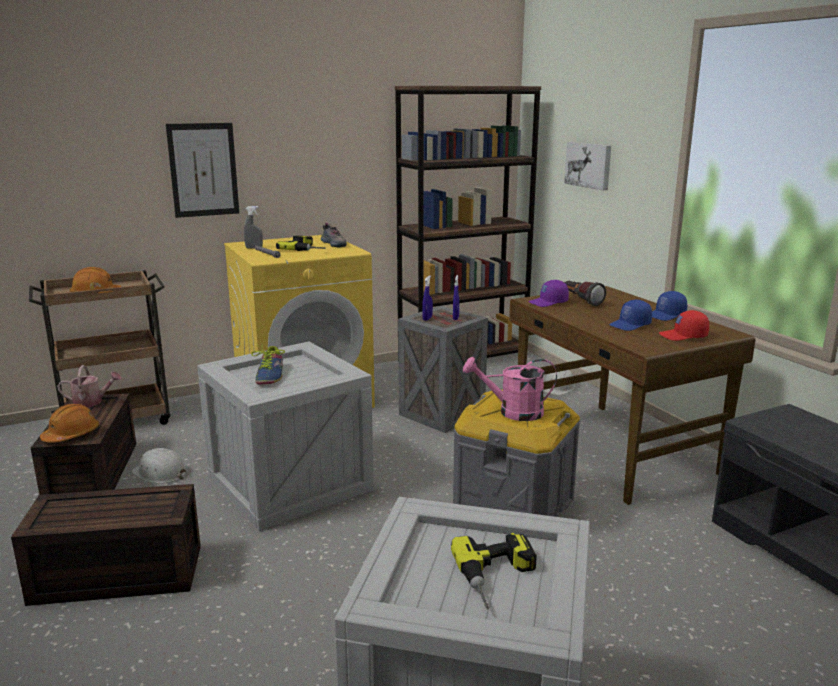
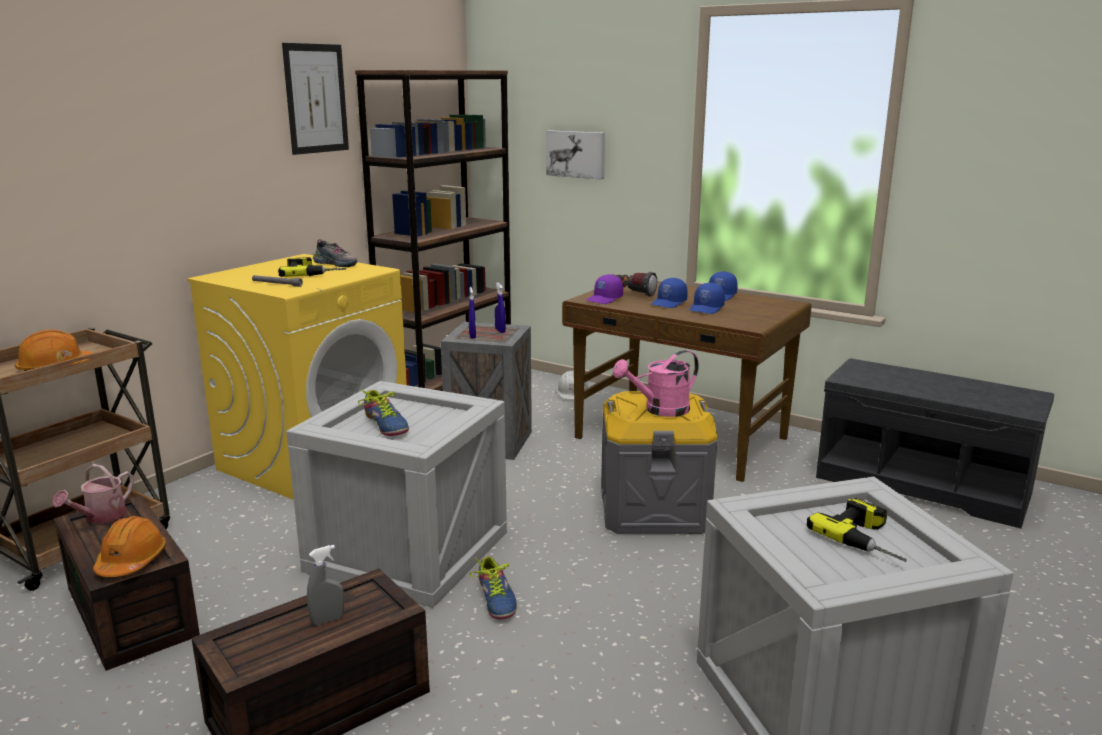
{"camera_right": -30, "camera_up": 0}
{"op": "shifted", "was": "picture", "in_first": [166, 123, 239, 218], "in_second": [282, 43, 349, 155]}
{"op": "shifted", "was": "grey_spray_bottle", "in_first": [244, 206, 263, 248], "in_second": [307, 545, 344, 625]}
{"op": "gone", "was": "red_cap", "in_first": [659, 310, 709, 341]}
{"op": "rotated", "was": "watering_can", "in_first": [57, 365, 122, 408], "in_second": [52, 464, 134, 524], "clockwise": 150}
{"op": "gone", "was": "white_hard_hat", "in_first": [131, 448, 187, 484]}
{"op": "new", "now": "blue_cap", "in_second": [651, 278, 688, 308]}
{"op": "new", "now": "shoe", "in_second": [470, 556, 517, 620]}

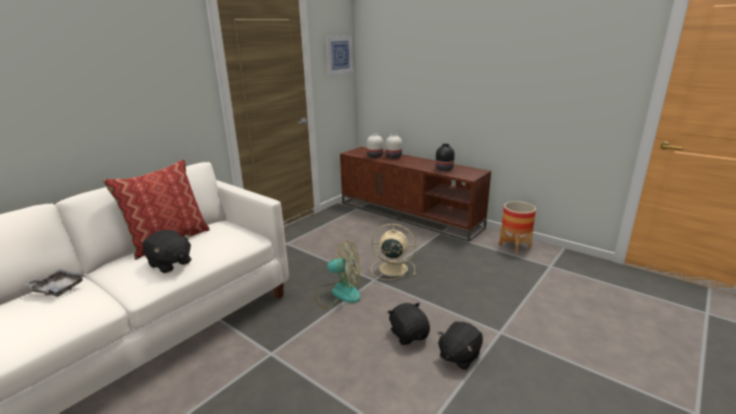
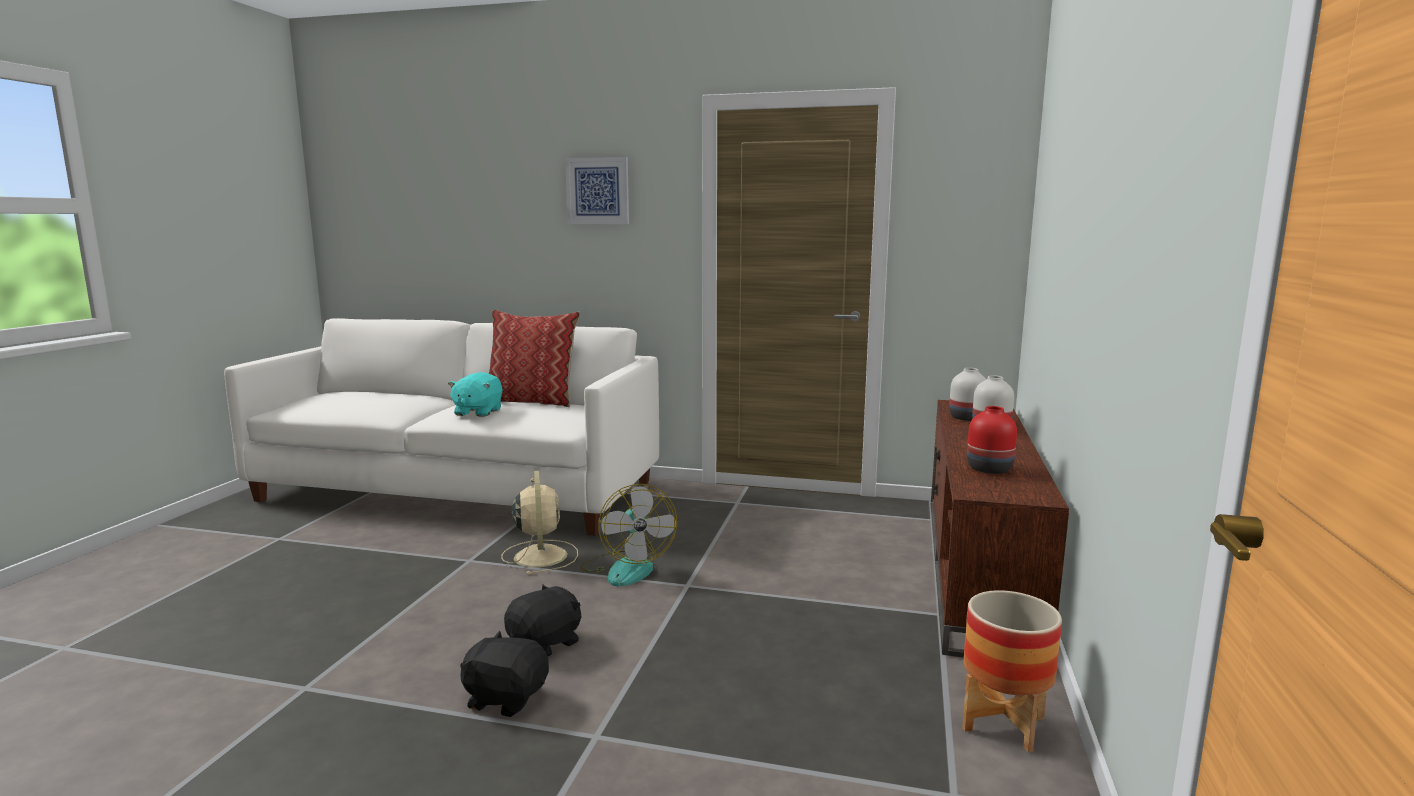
{"camera_right": 65, "camera_up": -10}
{"op": "shifted", "was": "picture", "in_first": [326, 35, 353, 75], "in_second": [565, 157, 629, 224]}
{"op": "repainted", "was": "black_vase", "now": "red_vase", "in_first": [436, 144, 455, 171], "in_second": [967, 406, 1017, 474]}
{"op": "shifted", "was": "beige_fan", "in_first": [371, 224, 416, 280], "in_second": [501, 471, 578, 575]}
{"op": "repainted", "was": "black_plush_toy", "now": "turquoise_plush_toy", "in_first": [143, 230, 192, 273], "in_second": [448, 372, 503, 417]}
{"op": "gone", "was": "grey_tray", "in_first": [25, 270, 86, 297]}

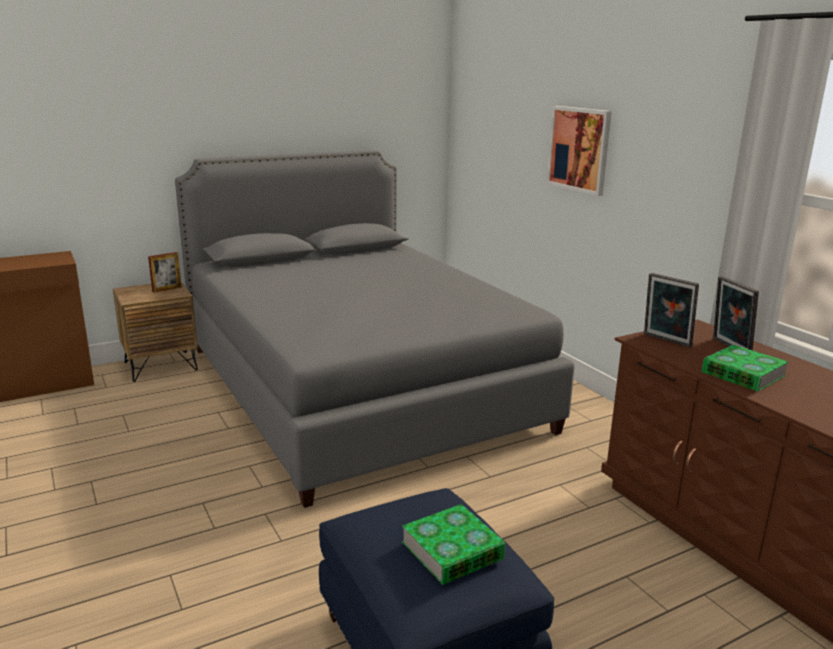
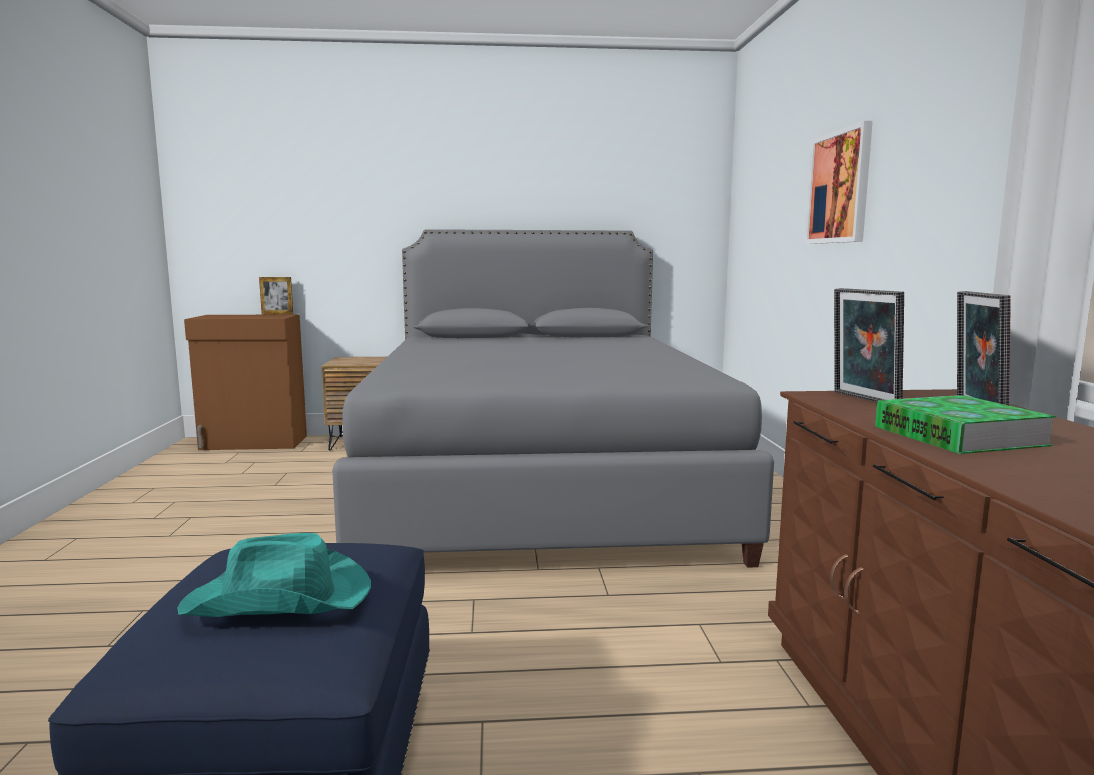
{"camera_right": 25, "camera_up": -10}
{"op": "shifted", "was": "picture_frame", "in_first": [148, 252, 182, 293], "in_second": [259, 277, 293, 315]}
{"op": "swapped", "was": "book", "now": "turquoise_hat", "in_first": [402, 504, 506, 585], "in_second": [178, 533, 371, 617]}

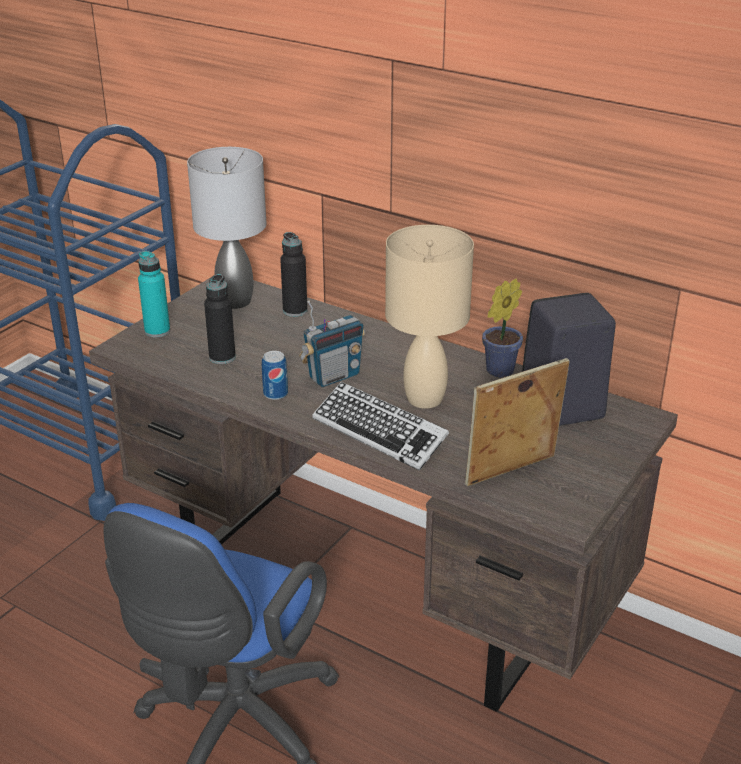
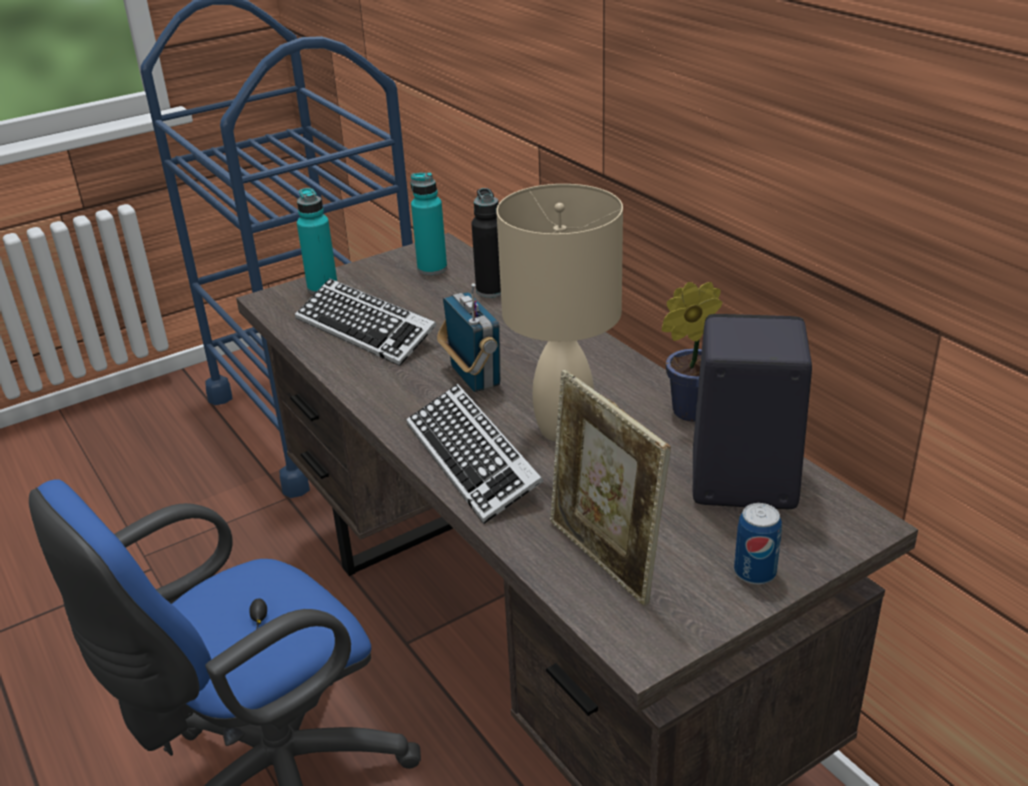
{"camera_right": 25, "camera_up": 0}
{"op": "swapped", "was": "grey_table_lamp", "now": "turquoise_bottle", "in_first": [187, 147, 266, 309], "in_second": [411, 172, 447, 275]}
{"op": "swapped", "was": "black_bottle", "now": "keyboard", "in_first": [204, 274, 236, 364], "in_second": [295, 279, 437, 366]}
{"op": "rotated", "was": "radio", "in_first": [299, 301, 365, 387], "in_second": [437, 283, 501, 392], "clockwise": -105}
{"op": "shifted", "was": "can", "in_first": [262, 351, 288, 400], "in_second": [734, 503, 782, 585]}
{"op": "rotated", "was": "picture_frame", "in_first": [465, 358, 569, 486], "in_second": [550, 370, 671, 606], "clockwise": -120}

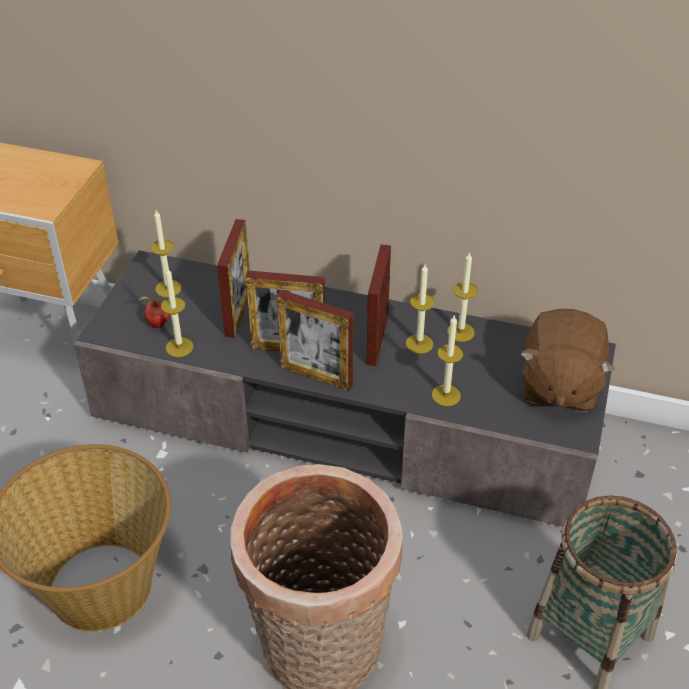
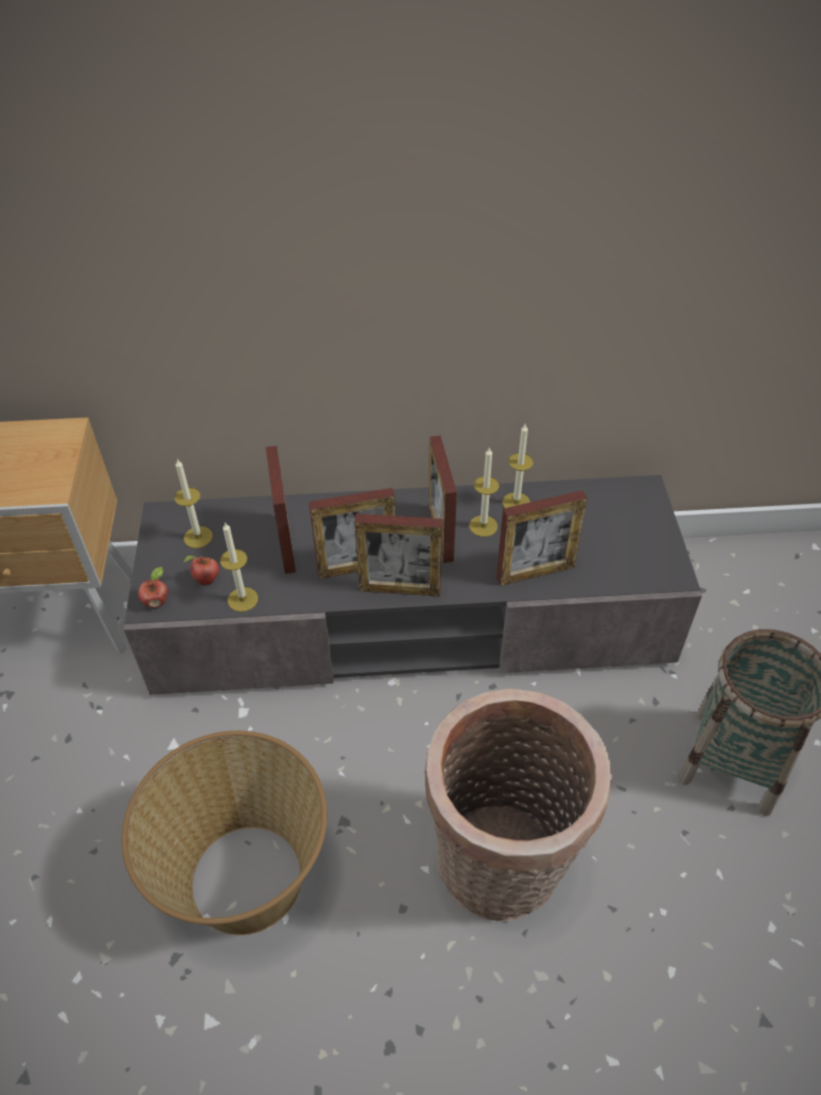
{"camera_right": -20, "camera_up": 5}
{"op": "gone", "was": "brown_plush_toy", "in_first": [520, 309, 615, 412]}
{"op": "swapped", "was": "candle", "now": "picture_frame", "in_first": [432, 316, 463, 406], "in_second": [496, 490, 588, 586]}
{"op": "new", "now": "apple", "in_second": [138, 567, 168, 608]}

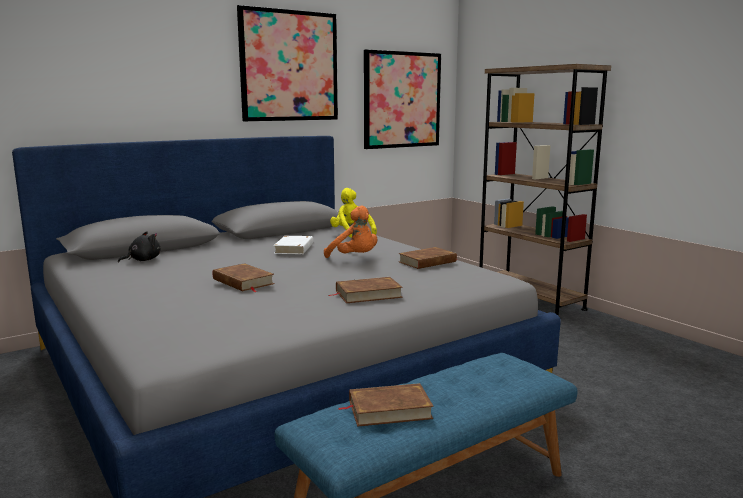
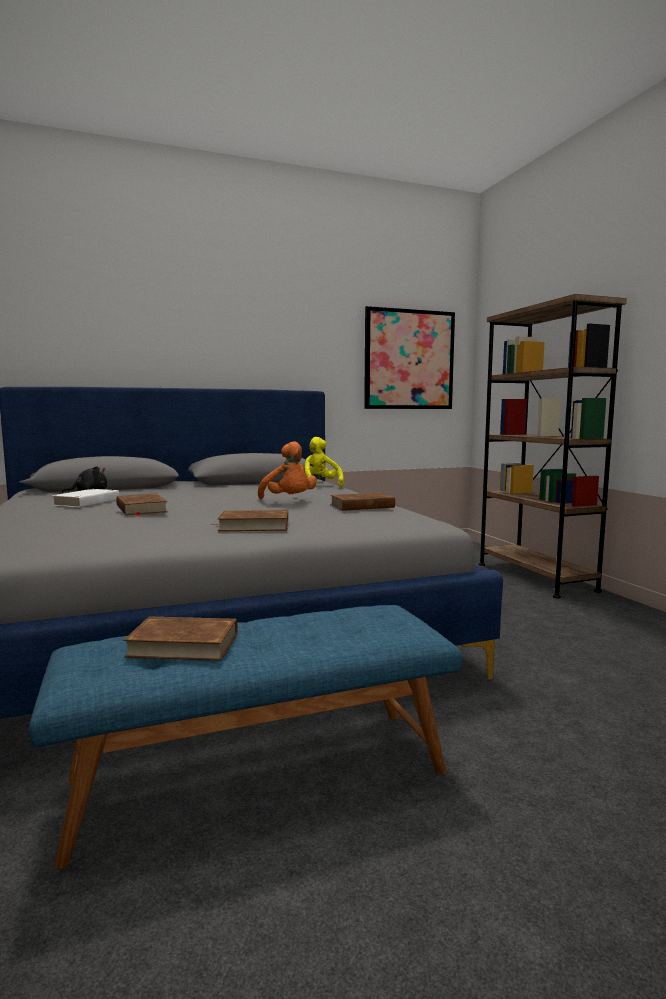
{"camera_right": 15, "camera_up": -5}
{"op": "gone", "was": "picture", "in_first": [237, 5, 338, 121]}
{"op": "shifted", "was": "white_book", "in_first": [273, 236, 313, 254], "in_second": [52, 489, 120, 508]}

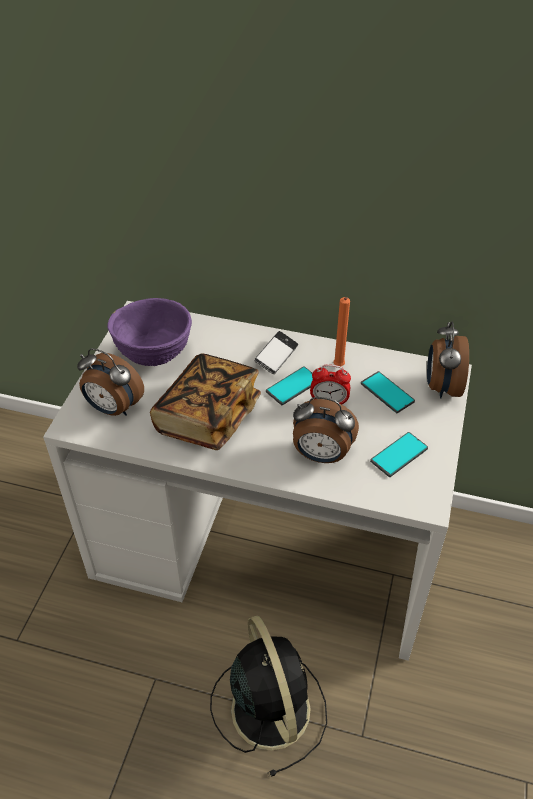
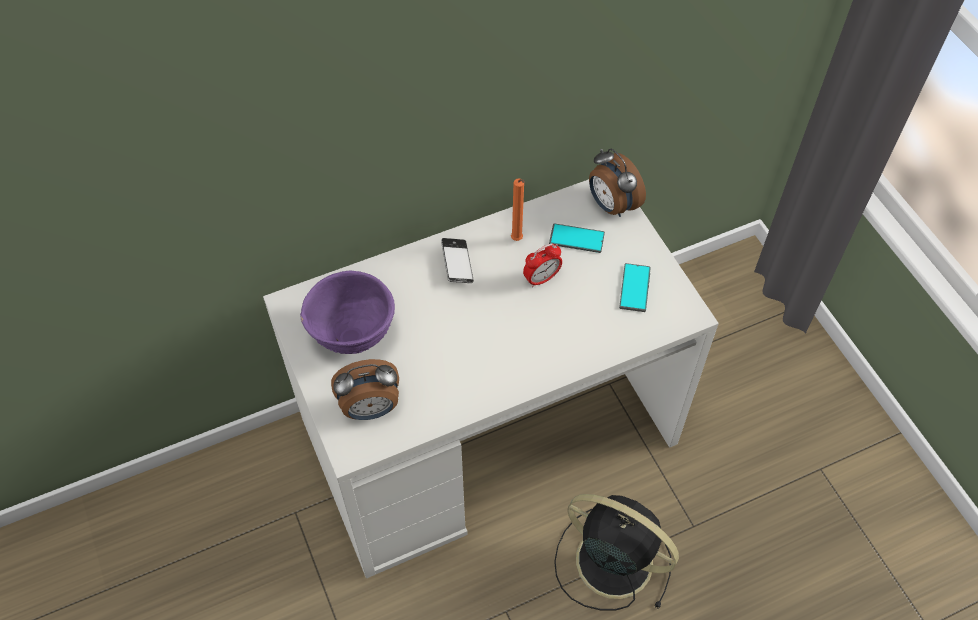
{"camera_right": -40, "camera_up": 10}
{"op": "gone", "was": "book", "in_first": [150, 353, 261, 450]}
{"op": "gone", "was": "phone", "in_first": [266, 366, 313, 405]}
{"op": "gone", "was": "alarm_clock", "in_first": [293, 397, 359, 463]}

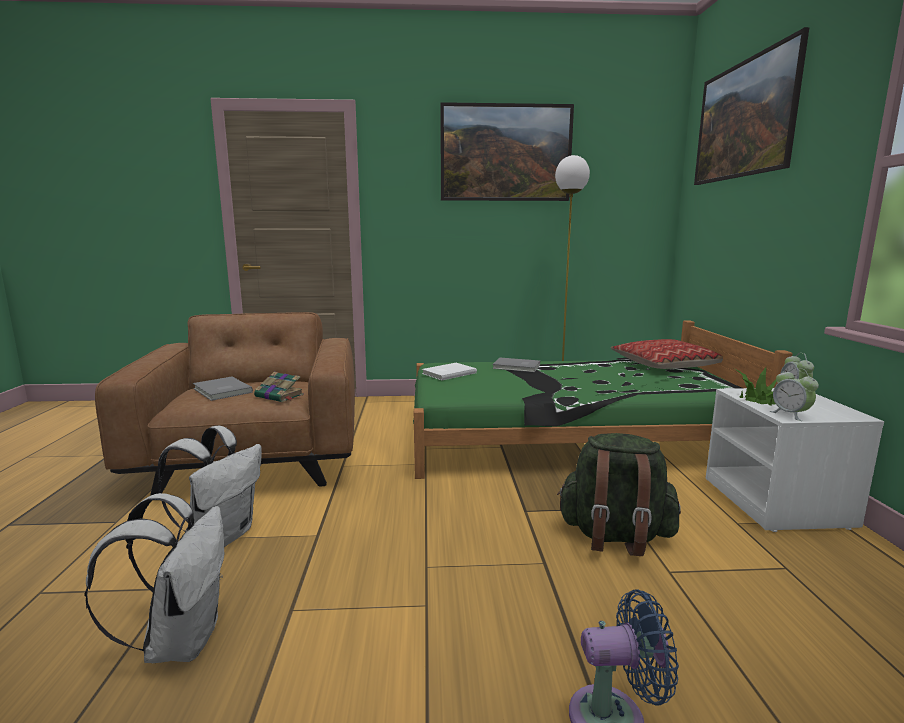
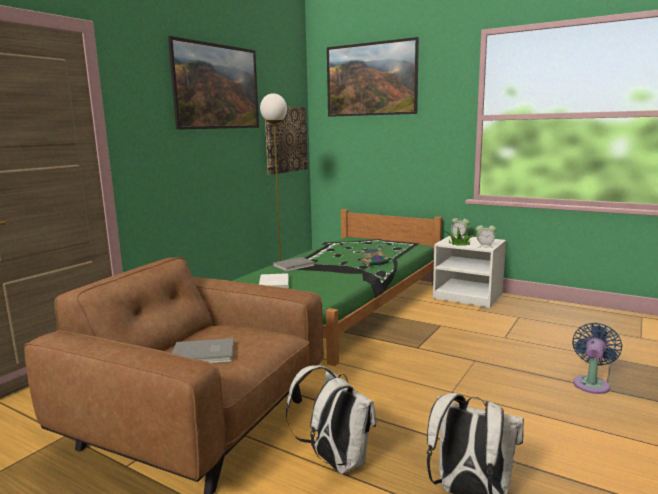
{"camera_right": -55, "camera_up": 0}
{"op": "gone", "was": "pillow", "in_first": [611, 339, 723, 369]}
{"op": "shifted", "was": "book", "in_first": [254, 372, 304, 402], "in_second": [360, 248, 389, 266]}
{"op": "gone", "was": "green_backpack", "in_first": [557, 433, 681, 556]}
{"op": "new", "now": "picture", "in_second": [265, 107, 308, 175]}

